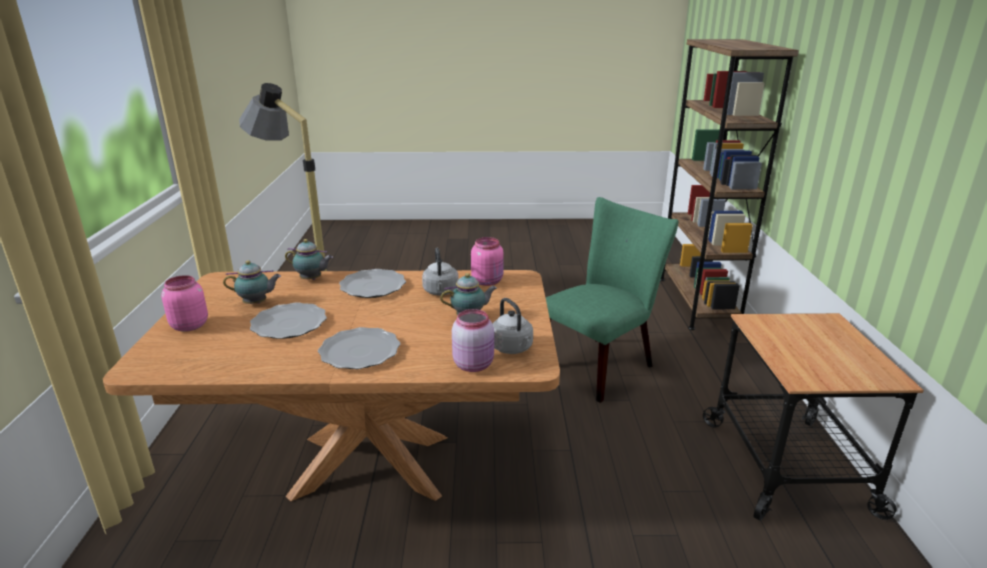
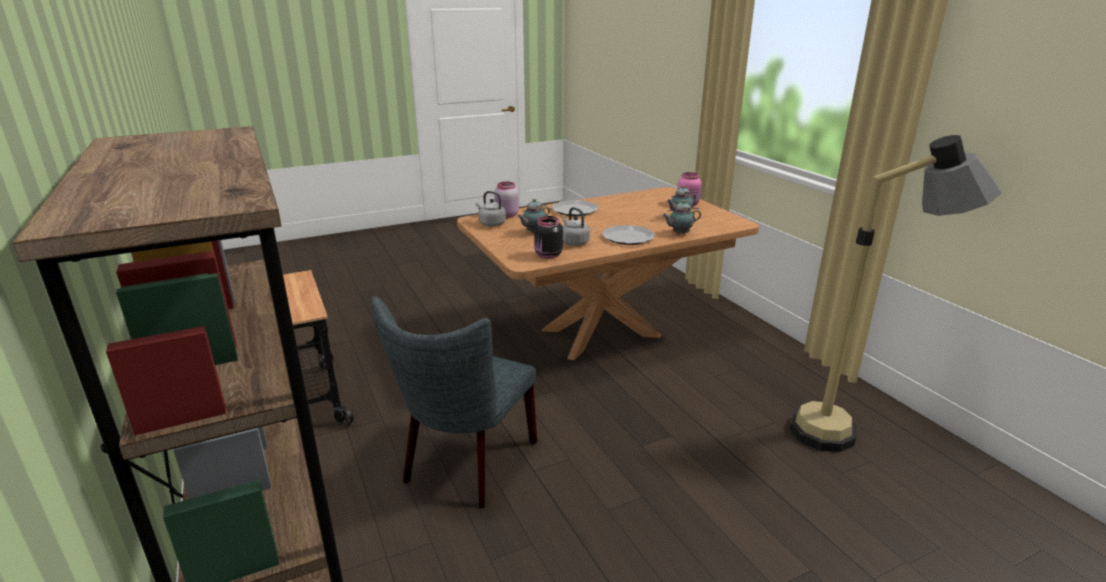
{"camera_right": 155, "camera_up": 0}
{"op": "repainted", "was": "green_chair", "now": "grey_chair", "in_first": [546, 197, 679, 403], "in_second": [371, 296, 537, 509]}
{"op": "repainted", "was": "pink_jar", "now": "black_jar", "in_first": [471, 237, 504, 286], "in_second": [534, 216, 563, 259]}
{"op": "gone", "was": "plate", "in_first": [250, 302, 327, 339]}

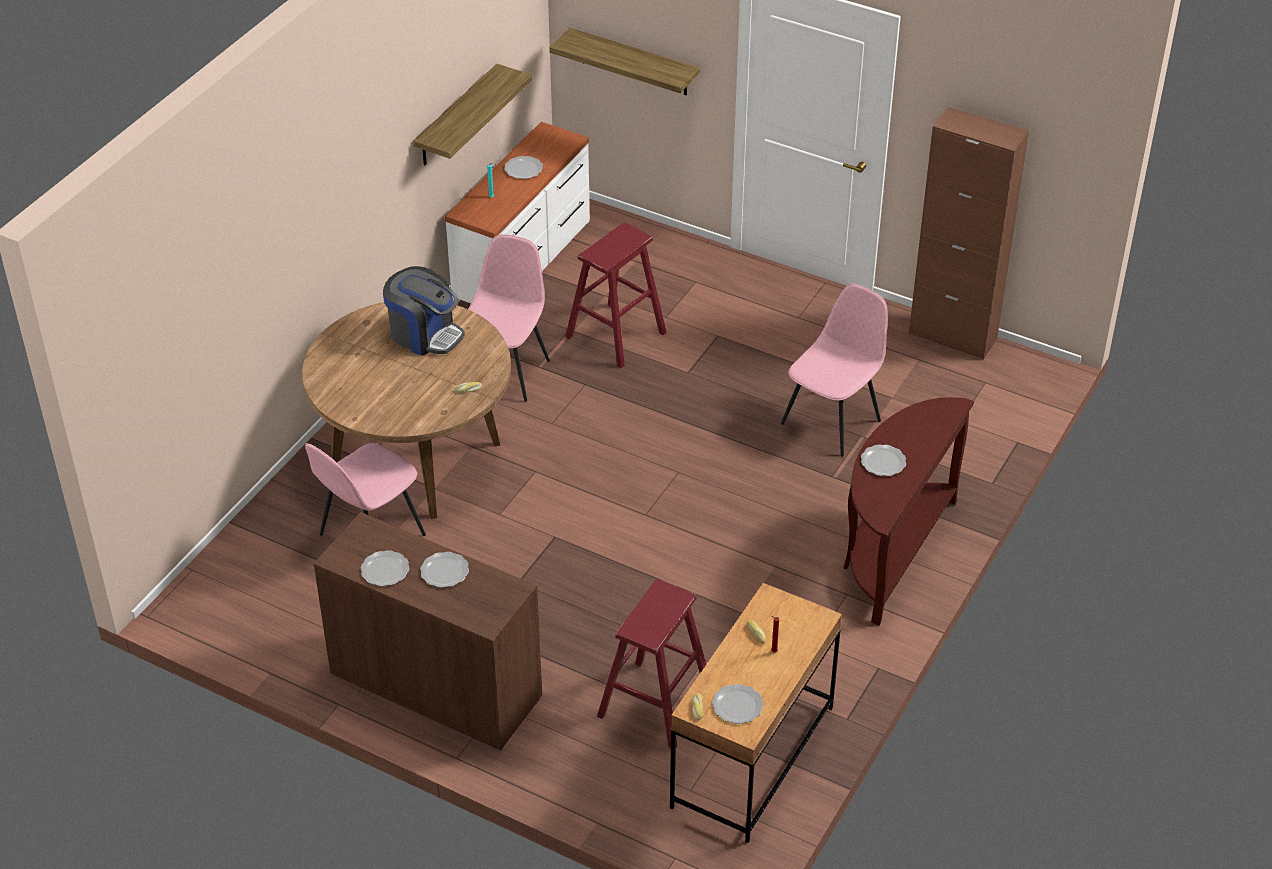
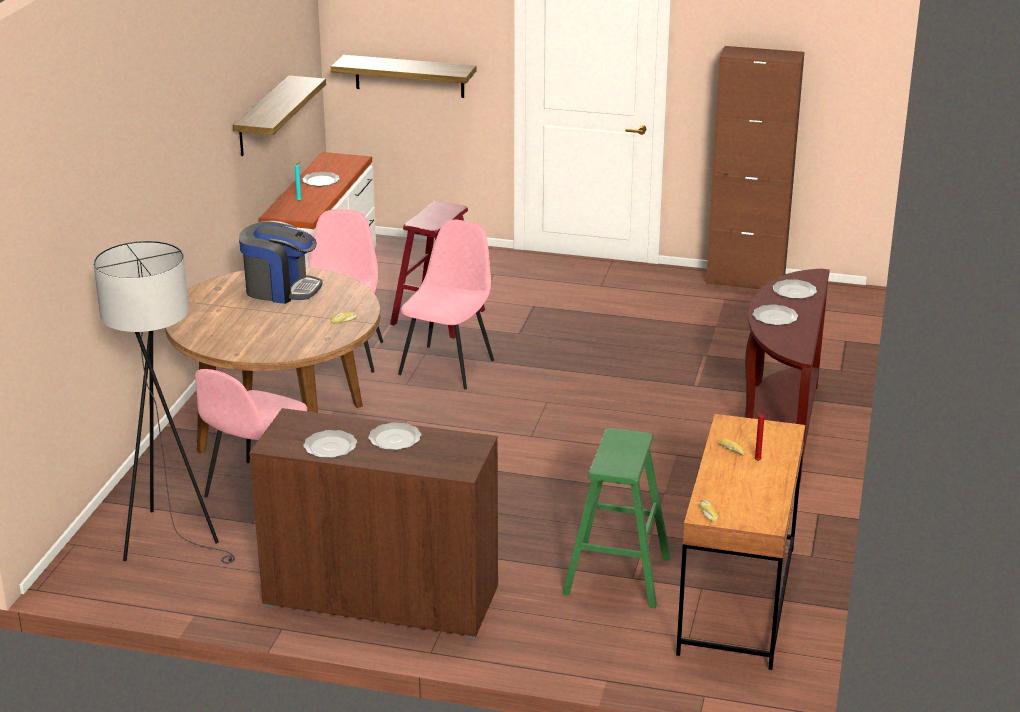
{"camera_right": -15, "camera_up": -15}
{"op": "shifted", "was": "pink_chair", "in_first": [781, 284, 888, 457], "in_second": [398, 220, 494, 389]}
{"op": "repainted", "was": "red_stool", "now": "green_stool", "in_first": [597, 579, 706, 749], "in_second": [562, 428, 670, 608]}
{"op": "shifted", "was": "plate", "in_first": [712, 684, 763, 724], "in_second": [773, 279, 817, 299]}
{"op": "new", "now": "grey_floor_lamp", "in_second": [93, 241, 235, 564]}

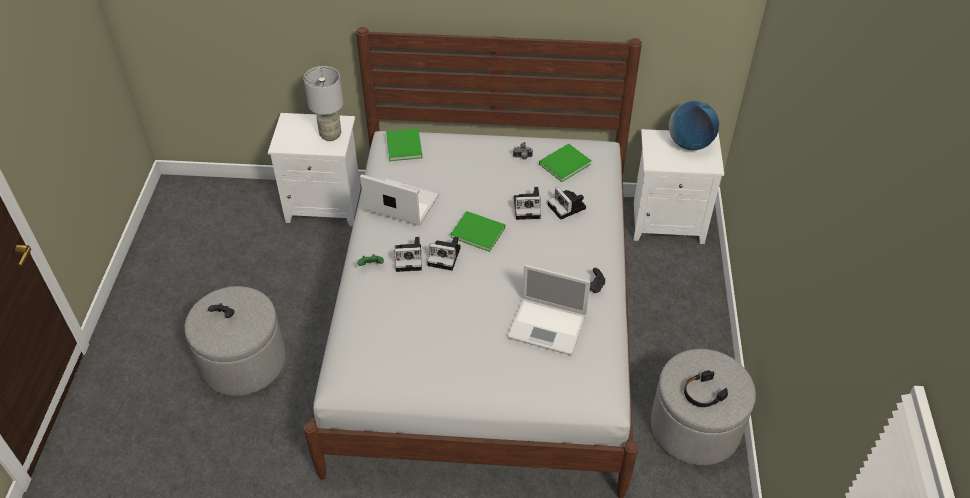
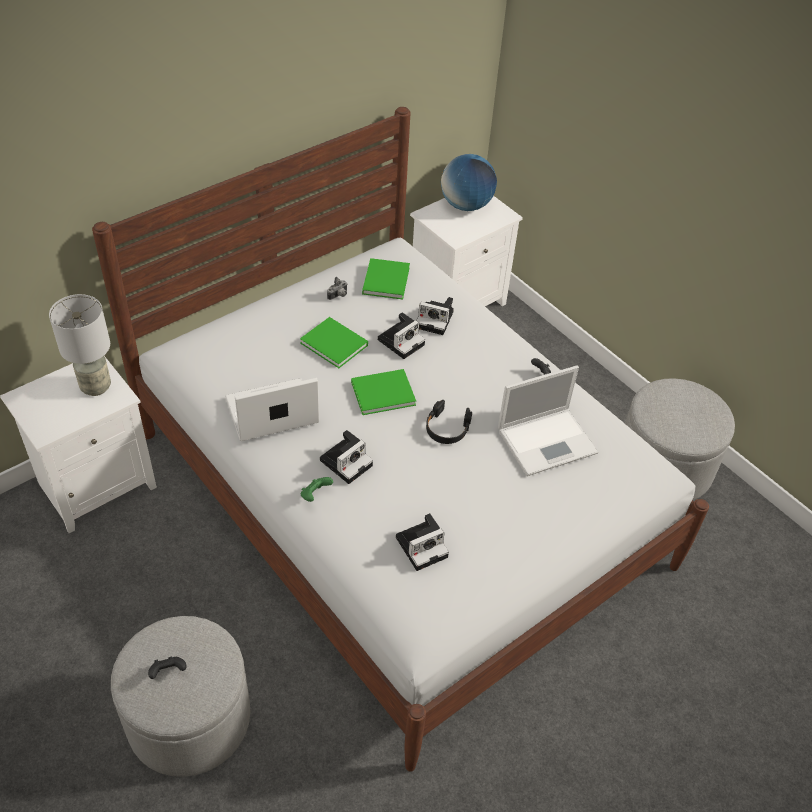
{"camera_right": -45, "camera_up": 0}
{"op": "shifted", "was": "green_book", "in_first": [386, 128, 422, 161], "in_second": [300, 317, 368, 368]}
{"op": "shifted", "was": "photo_camera", "in_first": [427, 237, 461, 271], "in_second": [396, 513, 449, 571]}
{"op": "shifted", "was": "black_headphones", "in_first": [684, 370, 728, 407], "in_second": [426, 400, 472, 444]}

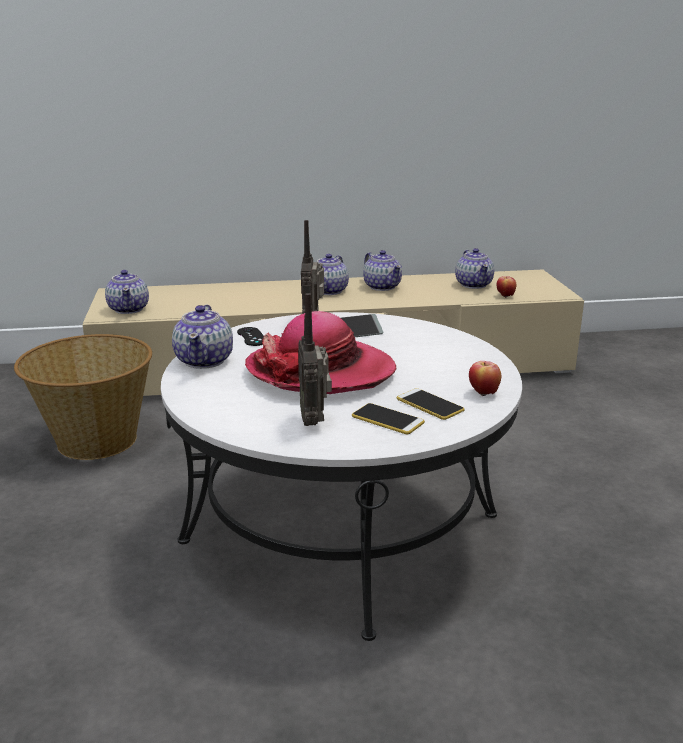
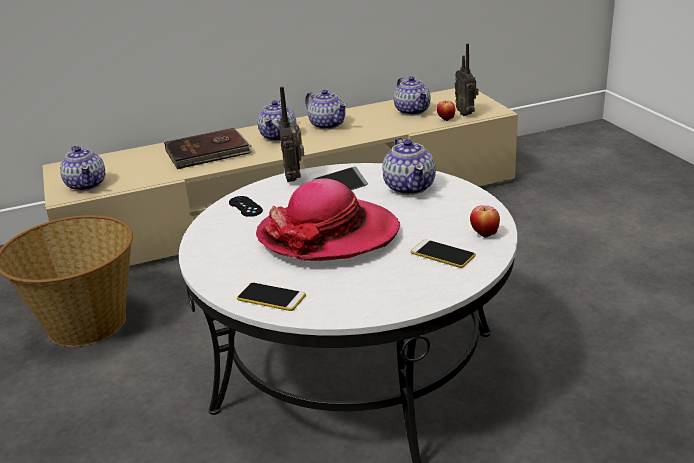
{"camera_right": -10, "camera_up": 5}
{"op": "shifted", "was": "radio", "in_first": [298, 293, 332, 426], "in_second": [455, 43, 479, 116]}
{"op": "shifted", "was": "teapot", "in_first": [172, 305, 233, 369], "in_second": [382, 137, 436, 195]}
{"op": "shifted", "was": "phone", "in_first": [352, 403, 425, 434], "in_second": [237, 283, 306, 311]}
{"op": "new", "now": "brown_book", "in_second": [164, 128, 252, 169]}

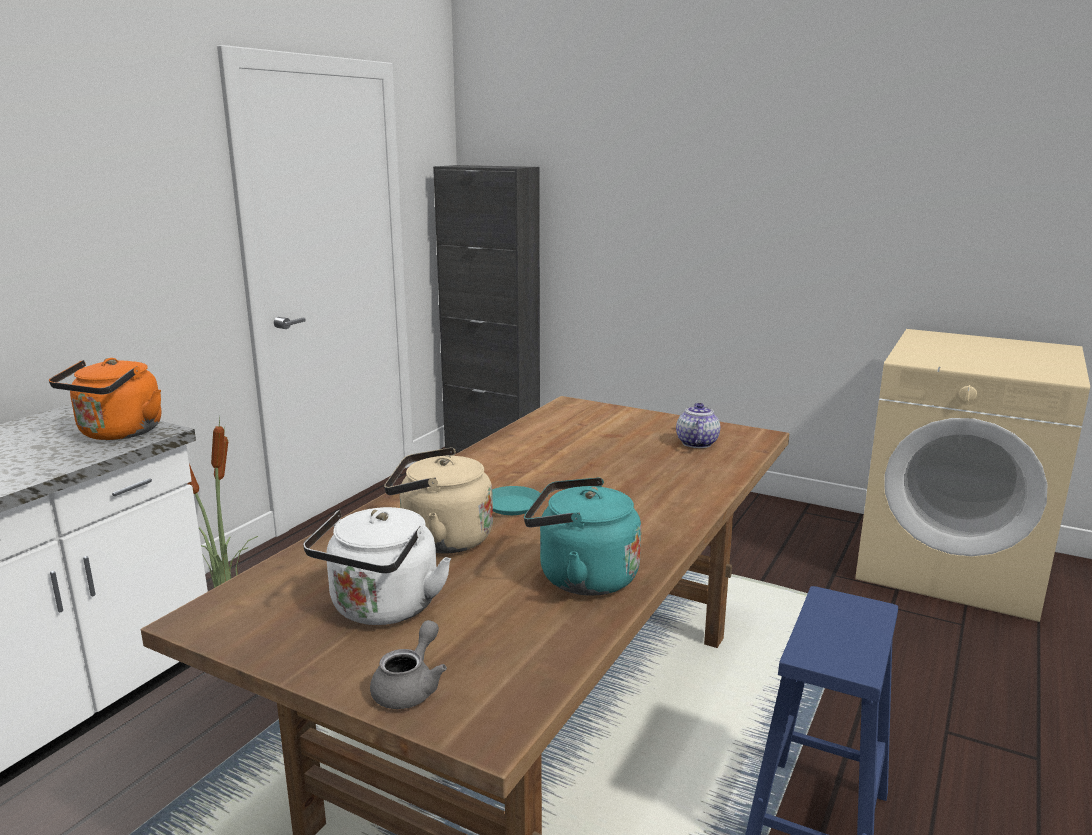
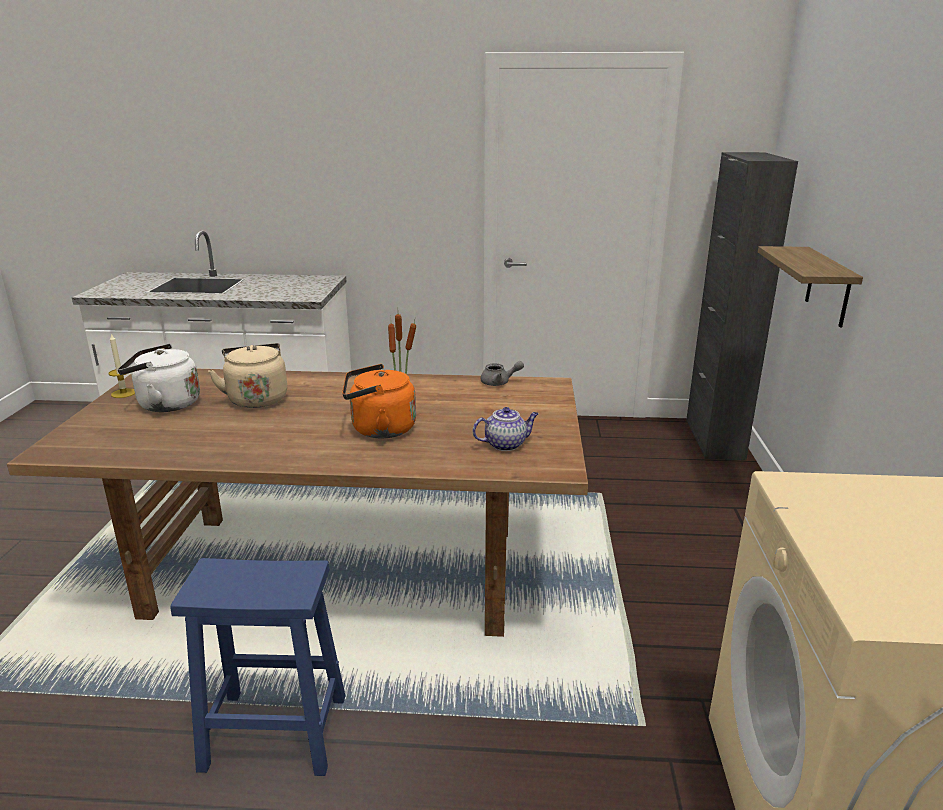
{"camera_right": 65, "camera_up": 5}
{"op": "shifted", "was": "orange_kettle", "in_first": [49, 358, 161, 440], "in_second": [342, 364, 416, 438]}
{"op": "gone", "was": "turquoise_kettle", "in_first": [524, 477, 641, 596]}
{"op": "gone", "was": "turquoise_plate", "in_first": [492, 486, 541, 515]}
{"op": "shifted", "was": "grey_teapot", "in_first": [370, 620, 447, 709], "in_second": [480, 361, 524, 386]}
{"op": "new", "now": "shelf", "in_second": [758, 246, 863, 328]}
{"op": "new", "now": "candle", "in_second": [108, 334, 135, 398]}

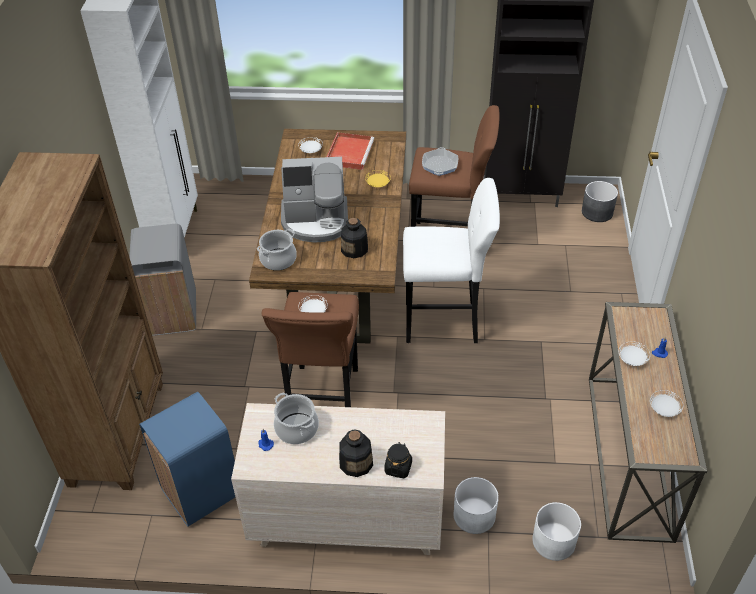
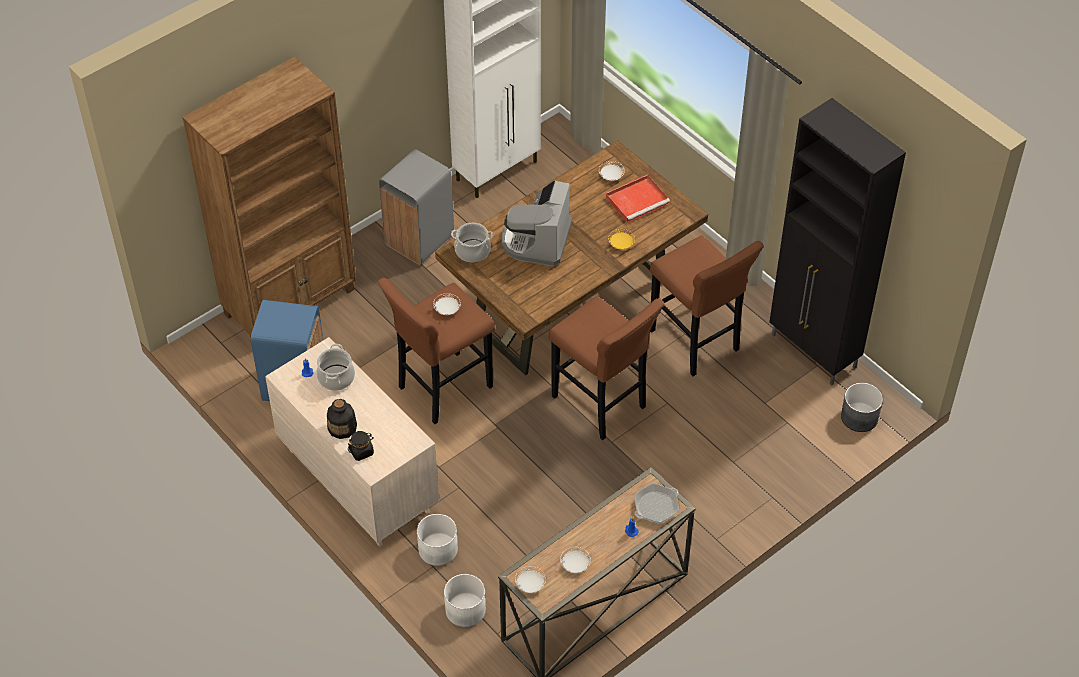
{"camera_right": 45, "camera_up": 5}
{"op": "shifted", "was": "frying_pan", "in_first": [422, 147, 458, 176], "in_second": [634, 483, 679, 524]}
{"op": "rotated", "was": "coffee_machine", "in_first": [281, 157, 348, 243], "in_second": [502, 180, 572, 266], "clockwise": 60}
{"op": "repainted", "was": "white_stool", "now": "brown_stool", "in_first": [403, 178, 500, 343], "in_second": [549, 296, 665, 440]}
{"op": "gone", "was": "bottle", "in_first": [341, 218, 368, 258]}
{"op": "shifted", "was": "white_plate", "in_first": [619, 341, 650, 366], "in_second": [515, 566, 546, 593]}

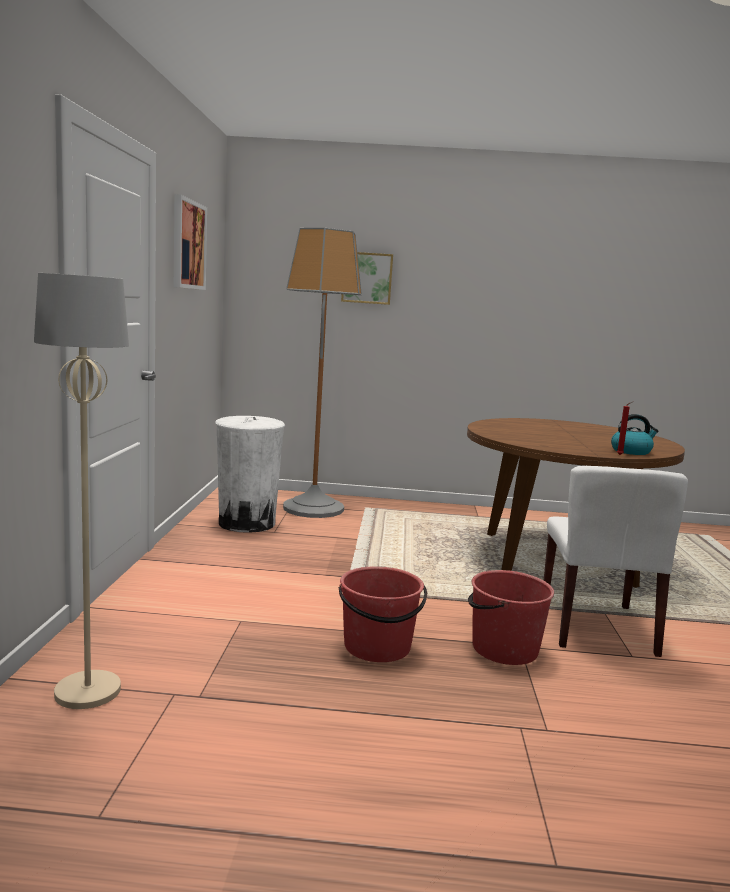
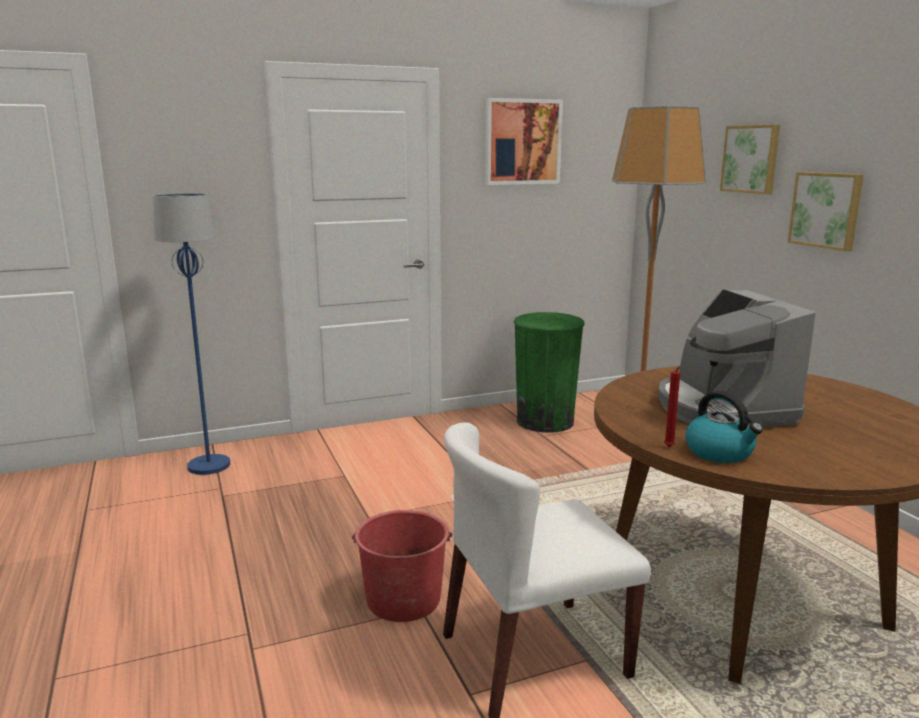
{"camera_right": 65, "camera_up": 5}
{"op": "repainted", "was": "beige_floor_lamp", "now": "blue_floor_lamp", "in_first": [34, 273, 129, 709], "in_second": [153, 193, 230, 475]}
{"op": "repainted", "was": "white_trash_can", "now": "green_trash_can", "in_first": [215, 416, 285, 533], "in_second": [513, 312, 585, 433]}
{"op": "gone", "was": "red_bucket", "in_first": [339, 566, 427, 662]}
{"op": "new", "now": "picture", "in_second": [788, 172, 864, 251]}
{"op": "new", "now": "coffee_machine", "in_second": [658, 289, 816, 428]}

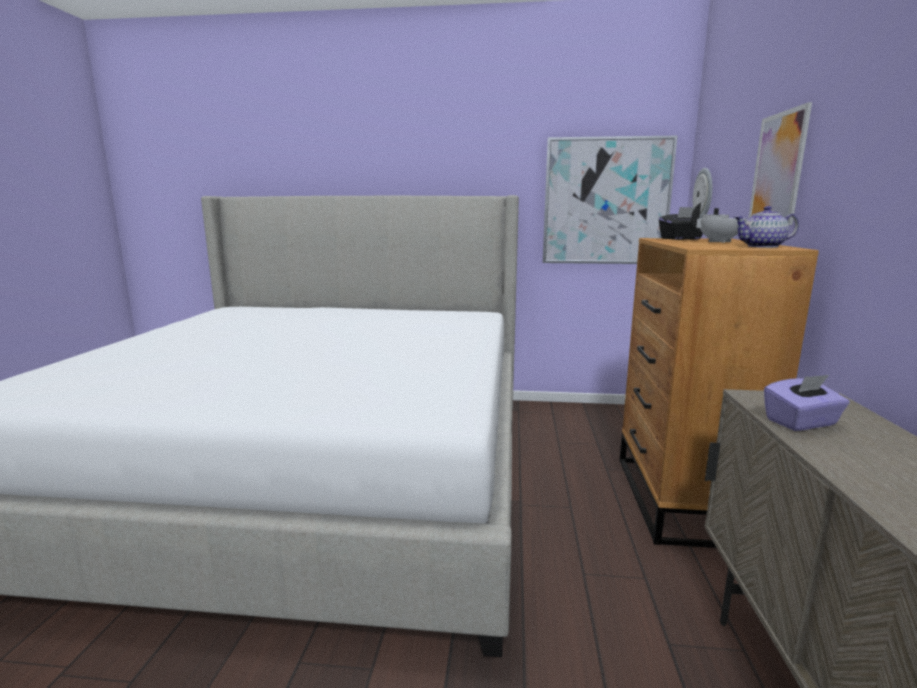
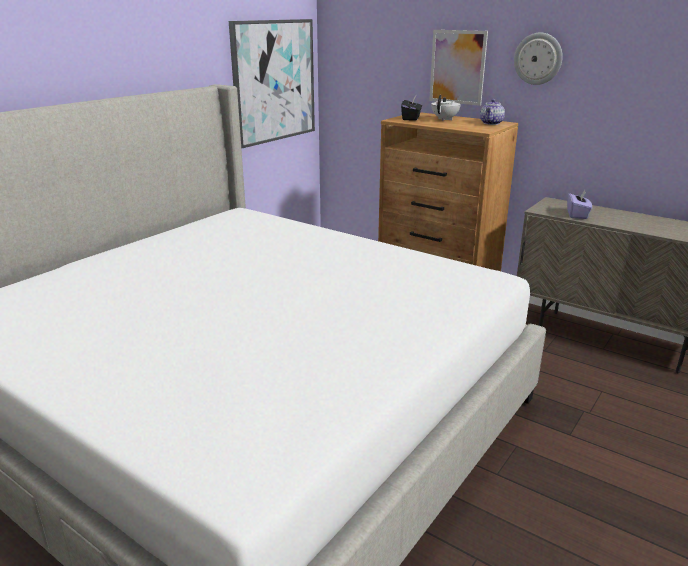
{"camera_right": -60, "camera_up": 10}
{"op": "shifted", "was": "wall_clock", "in_first": [693, 168, 712, 218], "in_second": [514, 33, 563, 85]}

